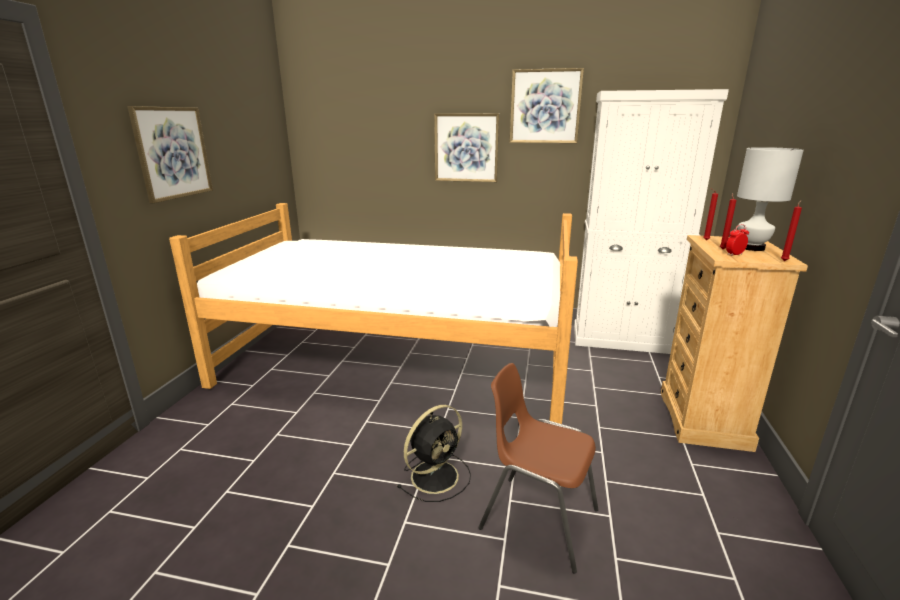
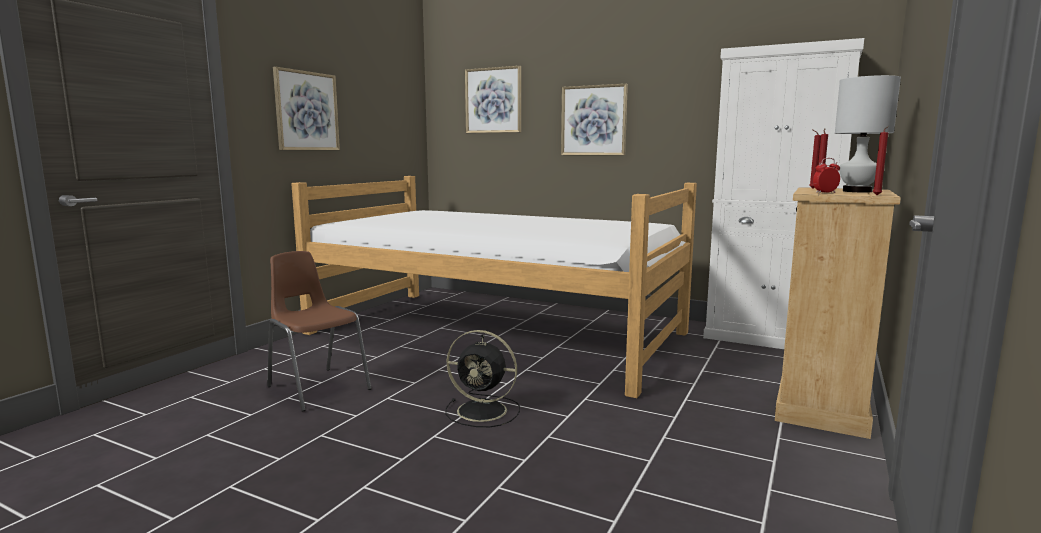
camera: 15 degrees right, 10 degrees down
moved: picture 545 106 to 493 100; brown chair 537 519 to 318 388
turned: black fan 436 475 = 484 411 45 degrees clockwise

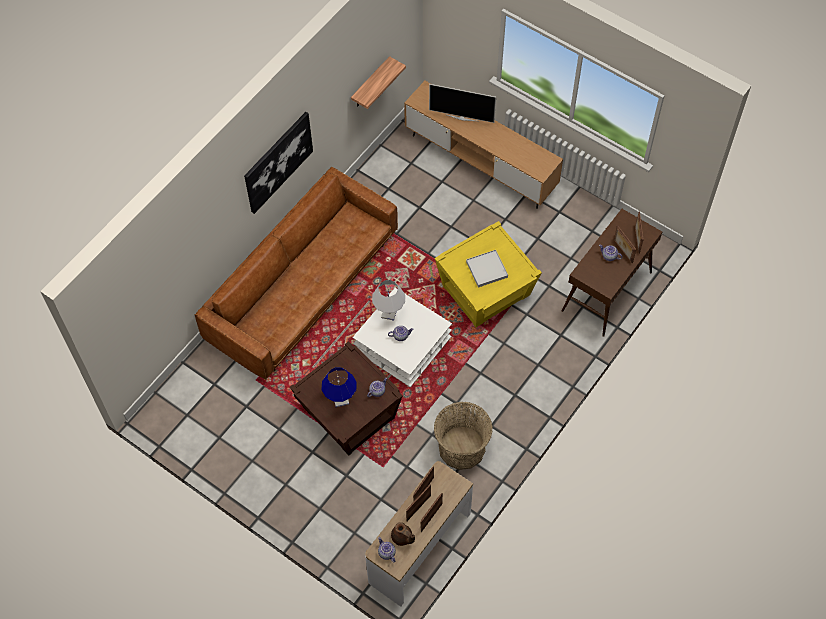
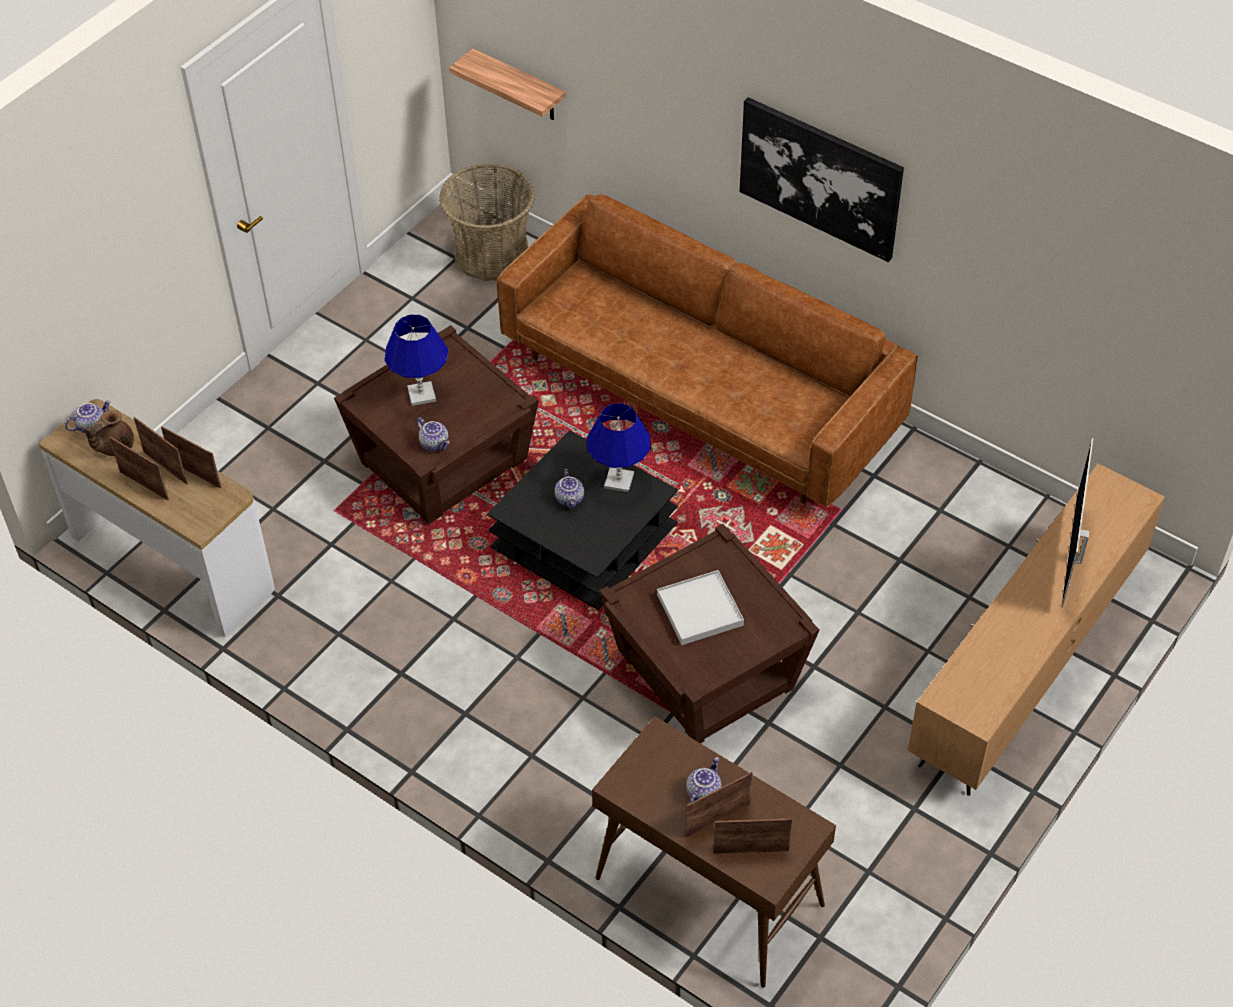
camera: 90 degrees right, 10 degrees down
moved: shelf 370 83 to 519 86; basket 462 448 to 491 254
recoloured: yellow side table 485 290 to brown side table 706 669; white table lamp 389 313 to blue table lamp 619 481; white coffee table 402 344 to black coffee table 584 536

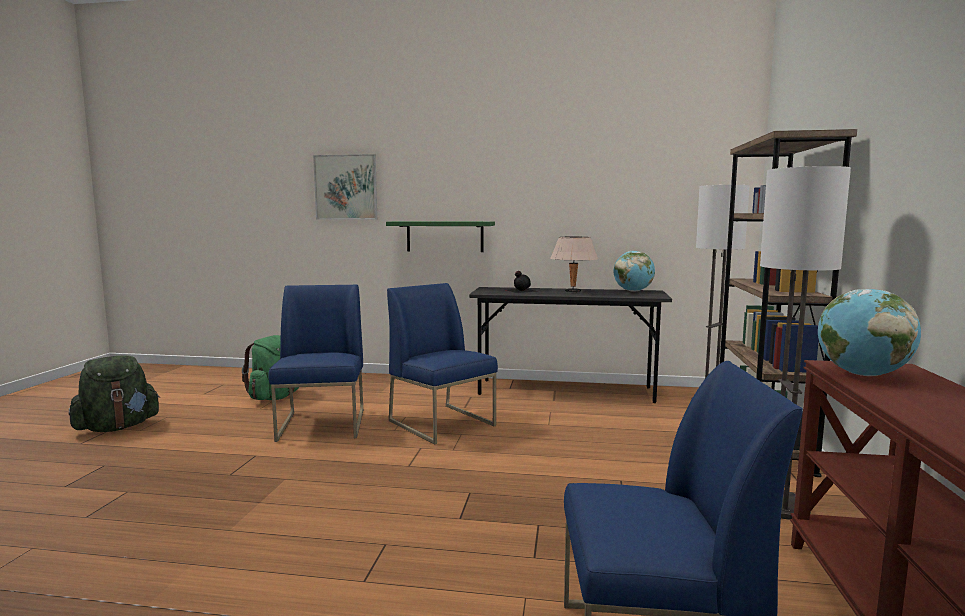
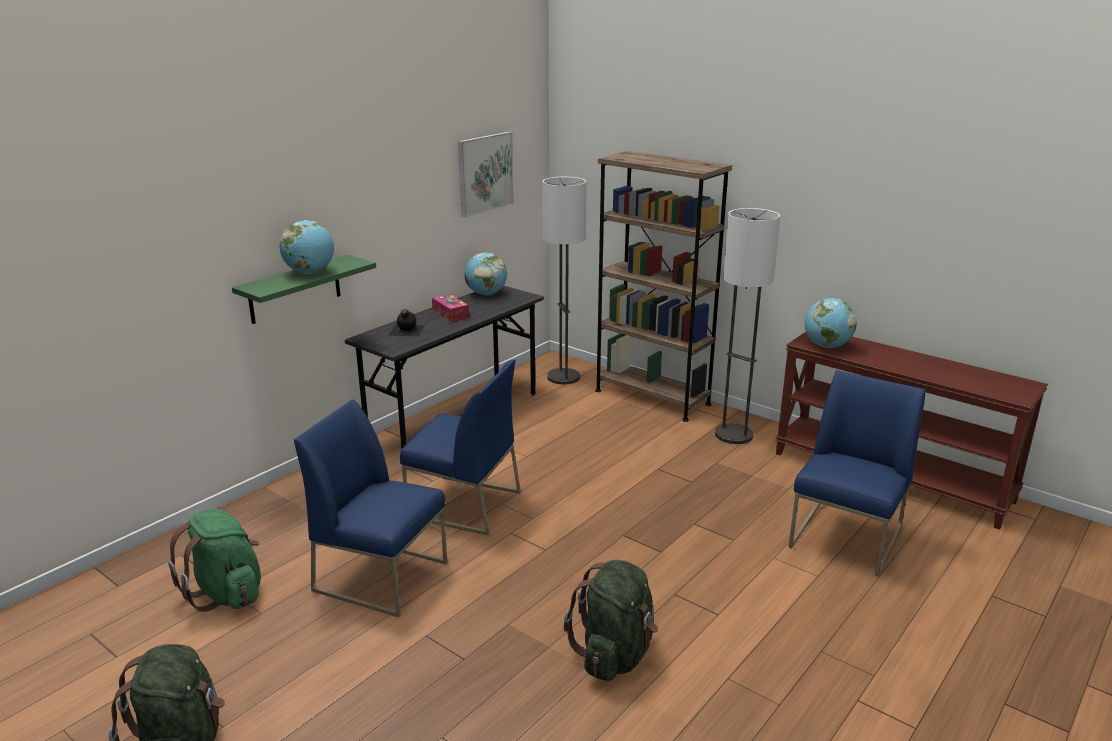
camera: 60 degrees left, 15 degrees up
added: globe 310 273; green backpack 615 655
moved: picture 346 187 to 485 173
replaced: beige table lamp 573 291 to tissue box 450 313
turned: blue chair 443 423 = 463 505 150 degrees counterclockwise

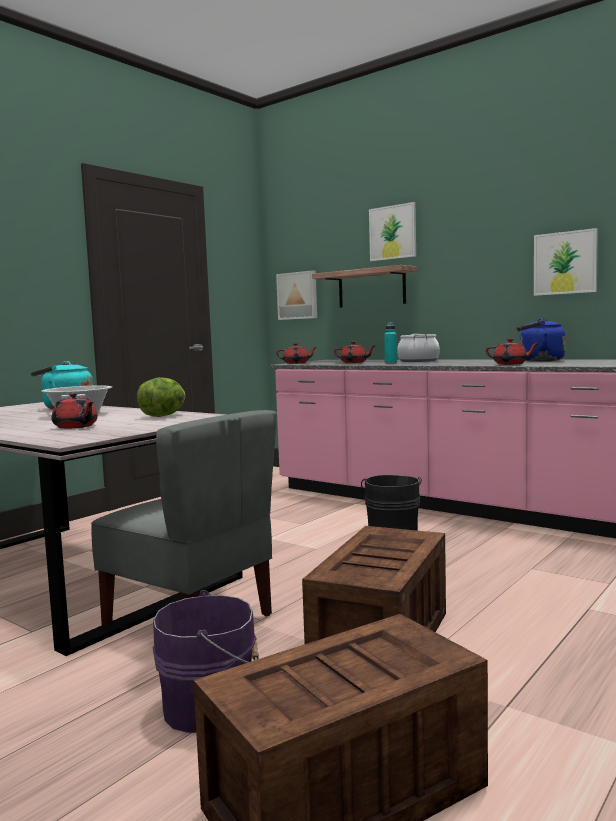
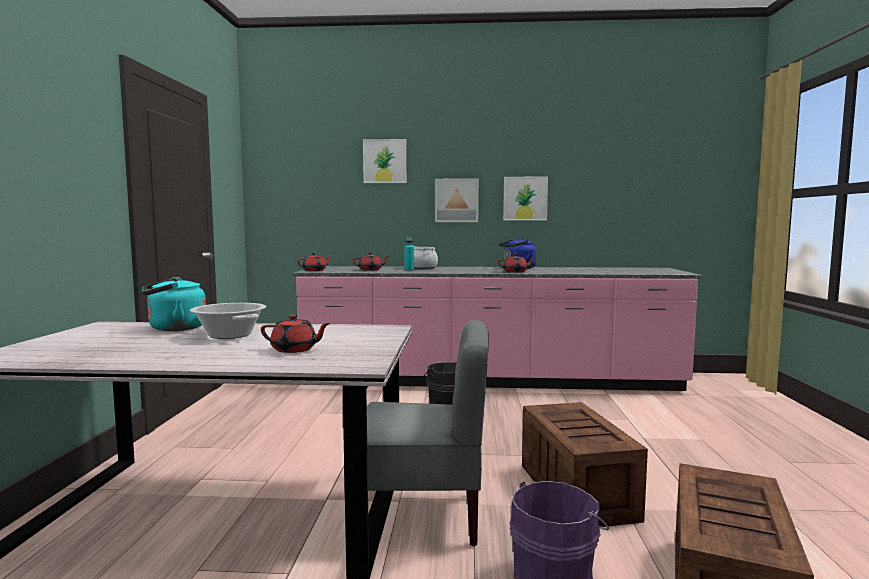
camera: 35 degrees left, 0 degrees up
removed: shelf 371 288; lettuce 163 416
moved: picture 298 295 to 456 200

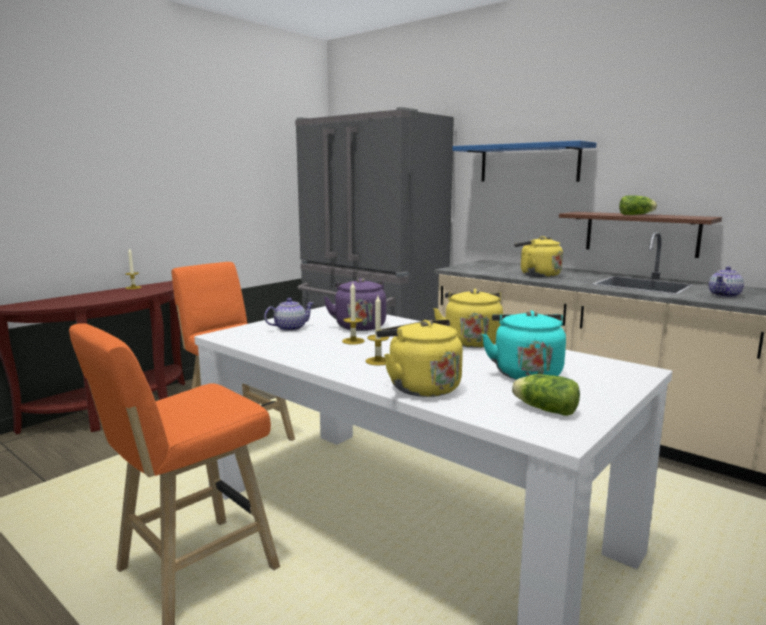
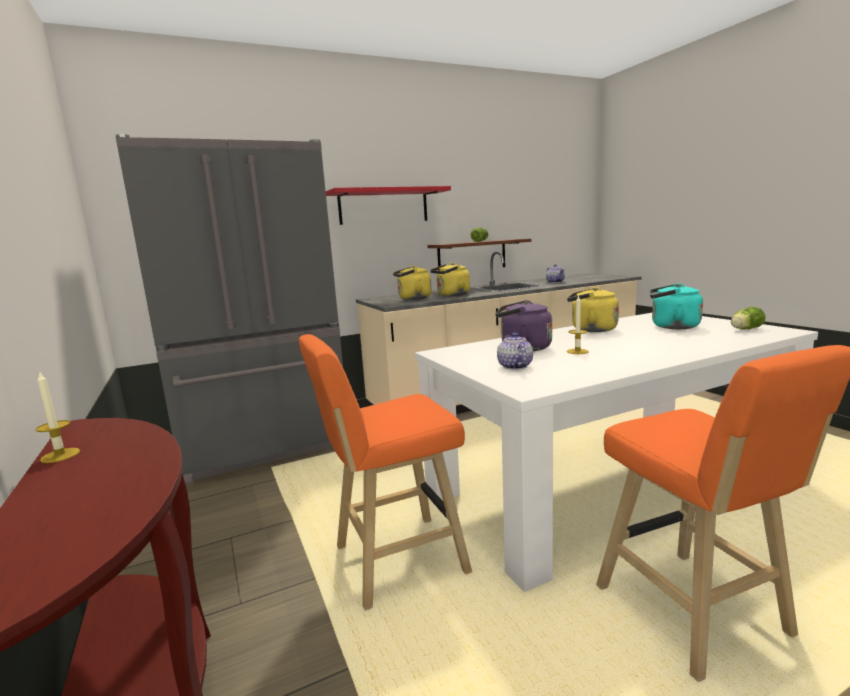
camera: 65 degrees left, 0 degrees up
removed: candle 378 361
moved: yellow kettle 420 387 to 412 298
recoloured: blue shelf 529 163 to red shelf 383 206

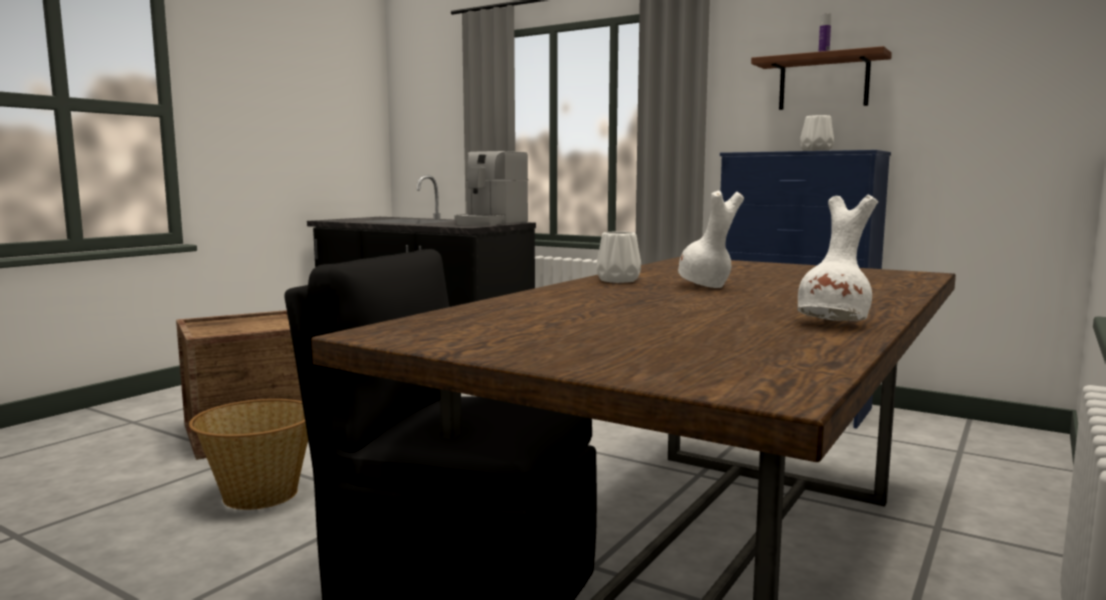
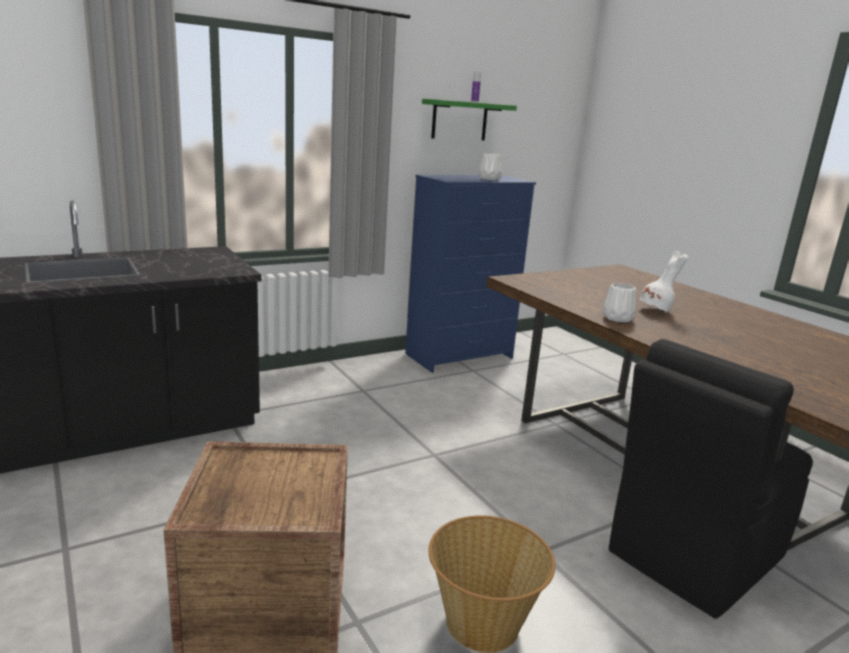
camera: 65 degrees left, 10 degrees up
removed: coffee machine 489 223; white vase 835 324
recoloured: brown shelf 823 82 to green shelf 459 120

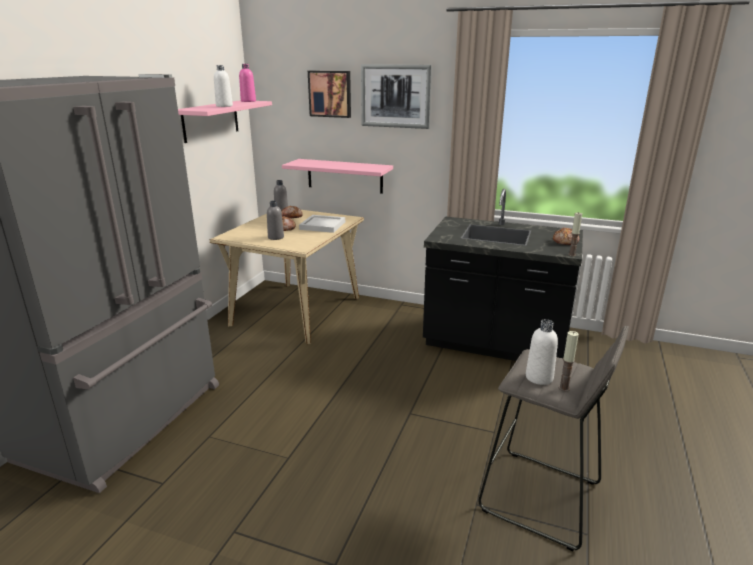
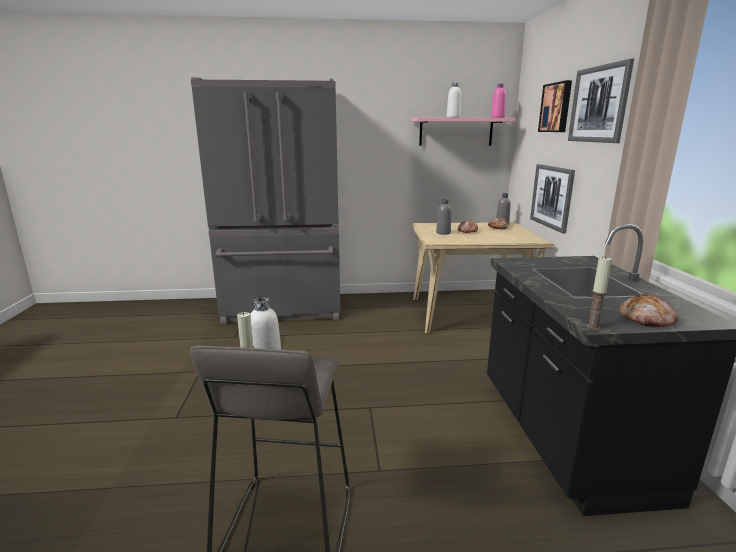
camera: 65 degrees right, 5 degrees down
removed: white tray 322 225
replaced: pink shelf 344 176 to picture 552 196

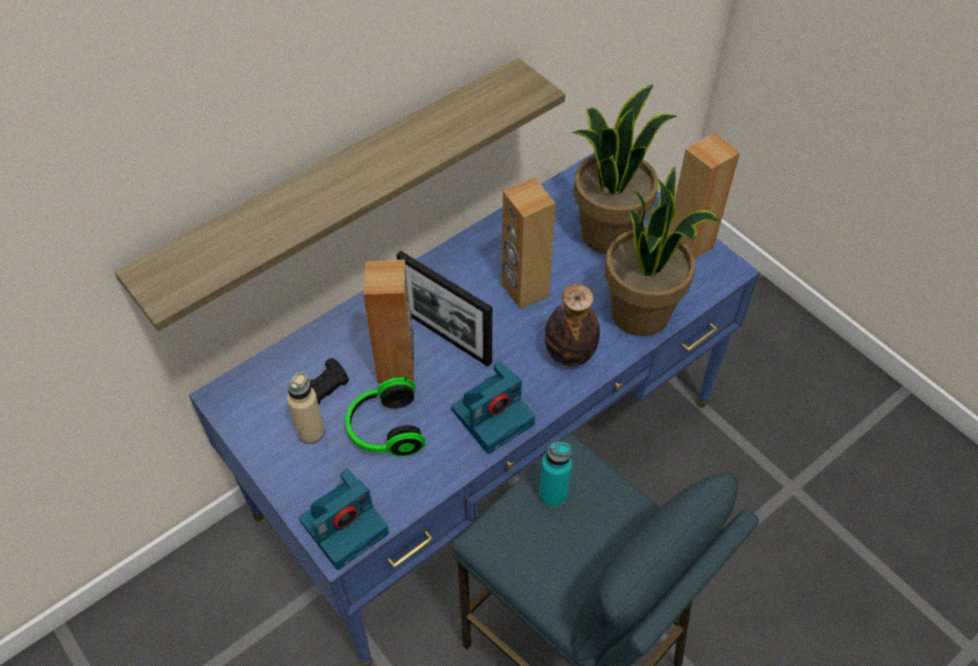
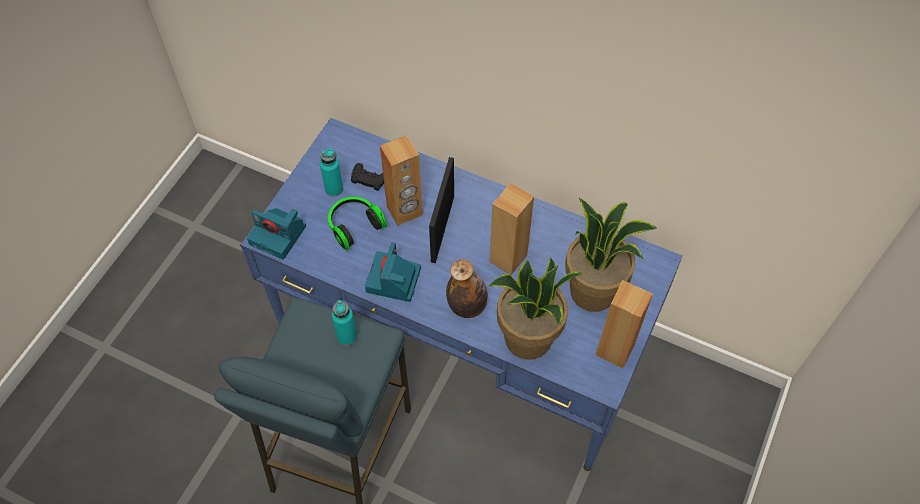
camera: 65 degrees right, 5 degrees up
removed: shelf 339 187
recoloured: beige bottle 311 432 to turquoise bottle 334 189
turned: photo camera 493 415 = 393 281 75 degrees clockwise

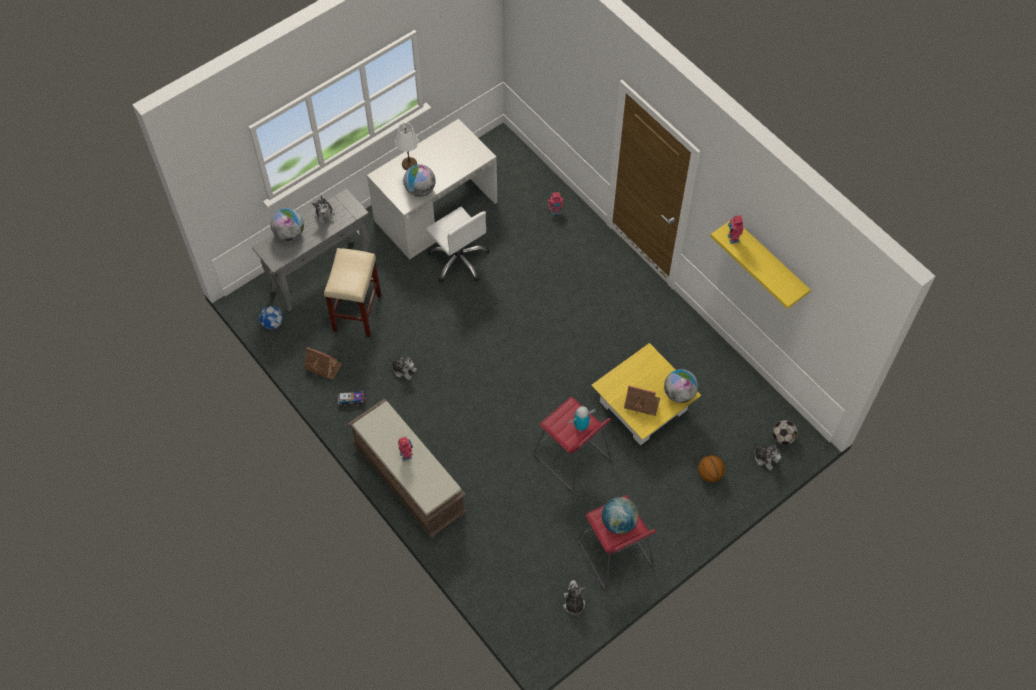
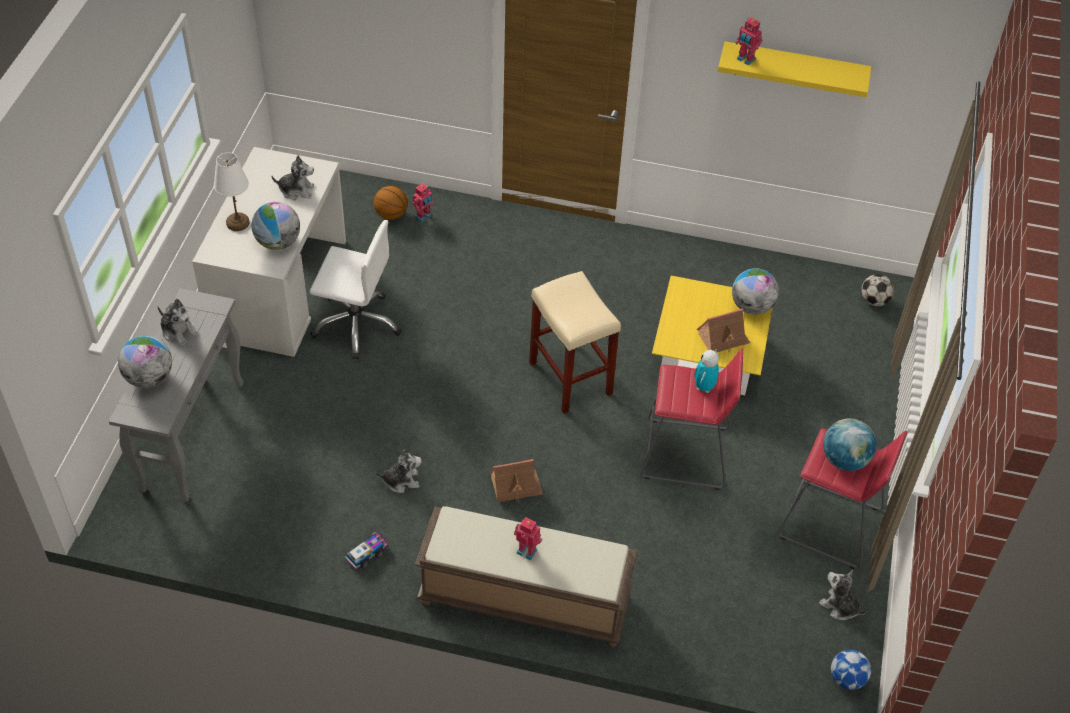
camera: 40 degrees left, 10 degrees down
moved: beige stool 357 314 to 571 379; football 272 323 to 847 678; toy house 323 366 to 515 486; plush toy 765 458 to 296 190; basketball 709 474 to 391 215

